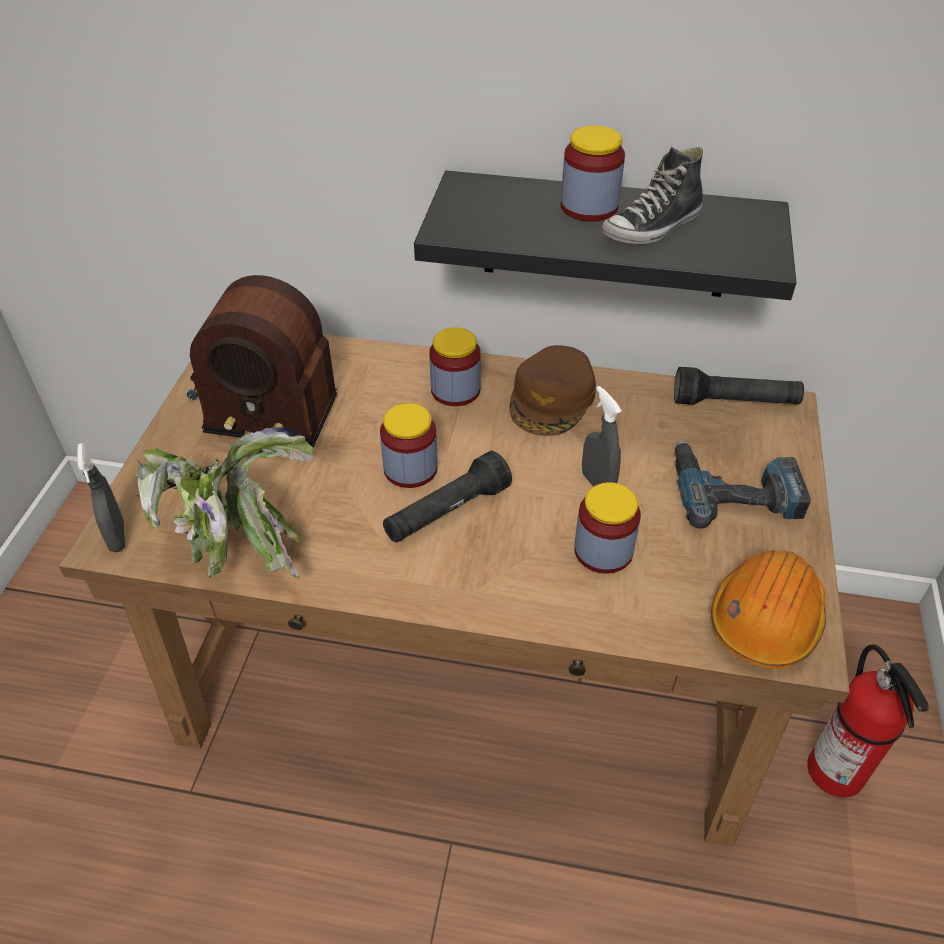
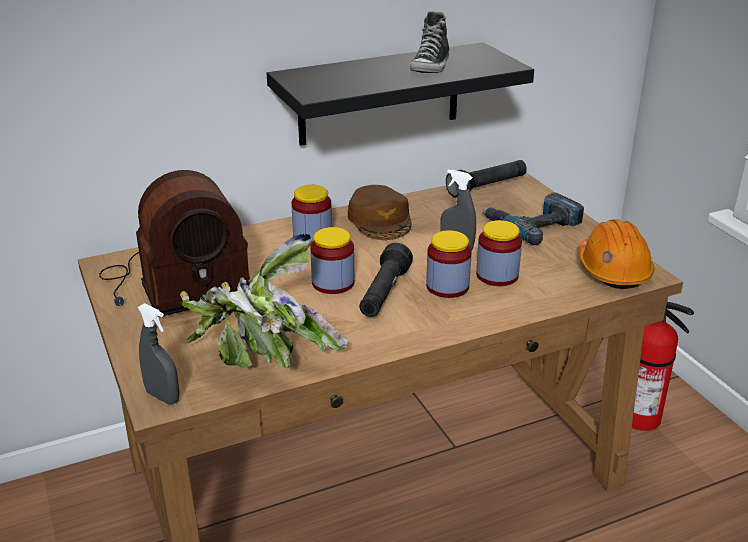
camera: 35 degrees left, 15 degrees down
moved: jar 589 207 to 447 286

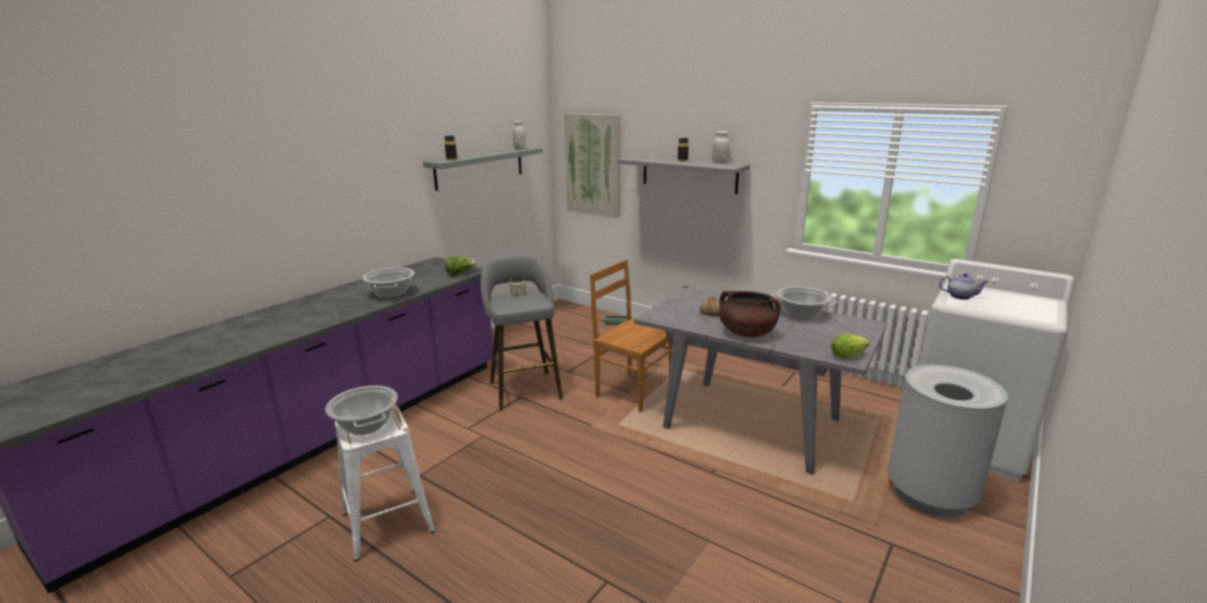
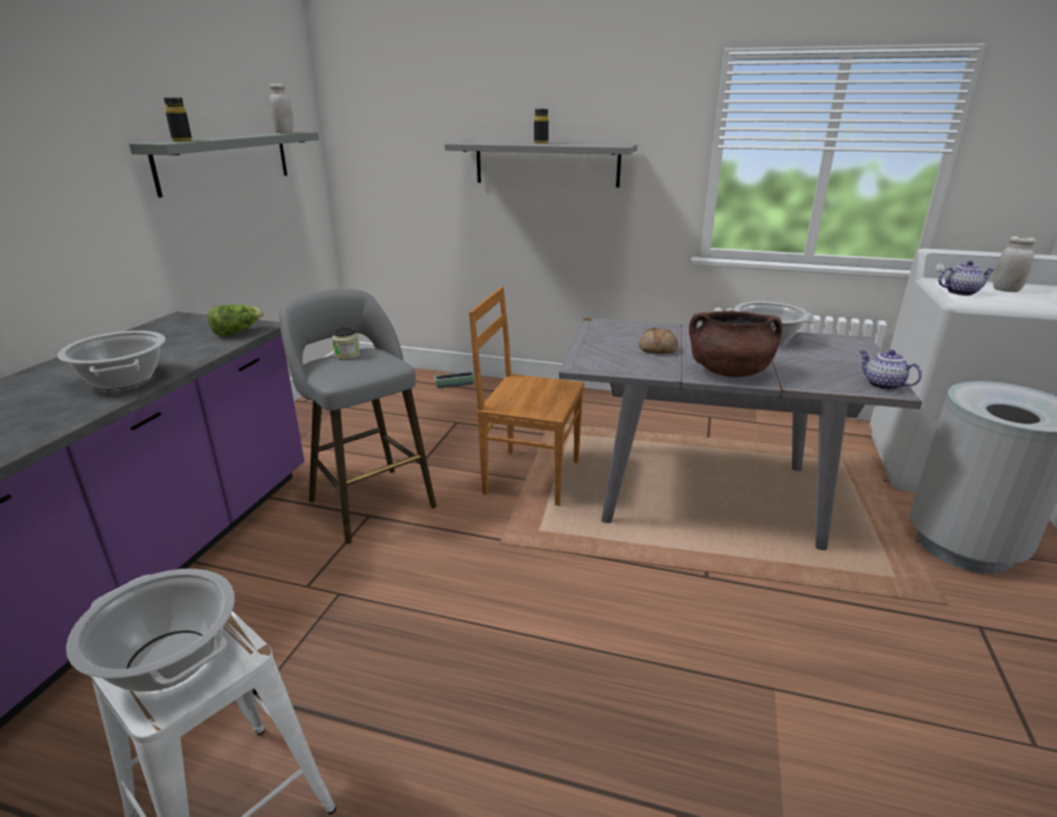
camera: 20 degrees left, 5 degrees up
removed: picture 593 165
moved: white jar 719 163 to 1006 290
replaced: lettuce 849 356 to teapot 882 385

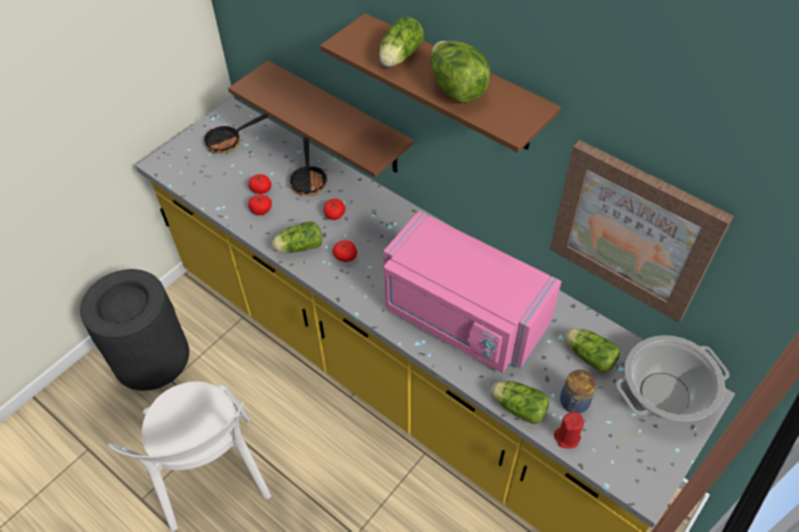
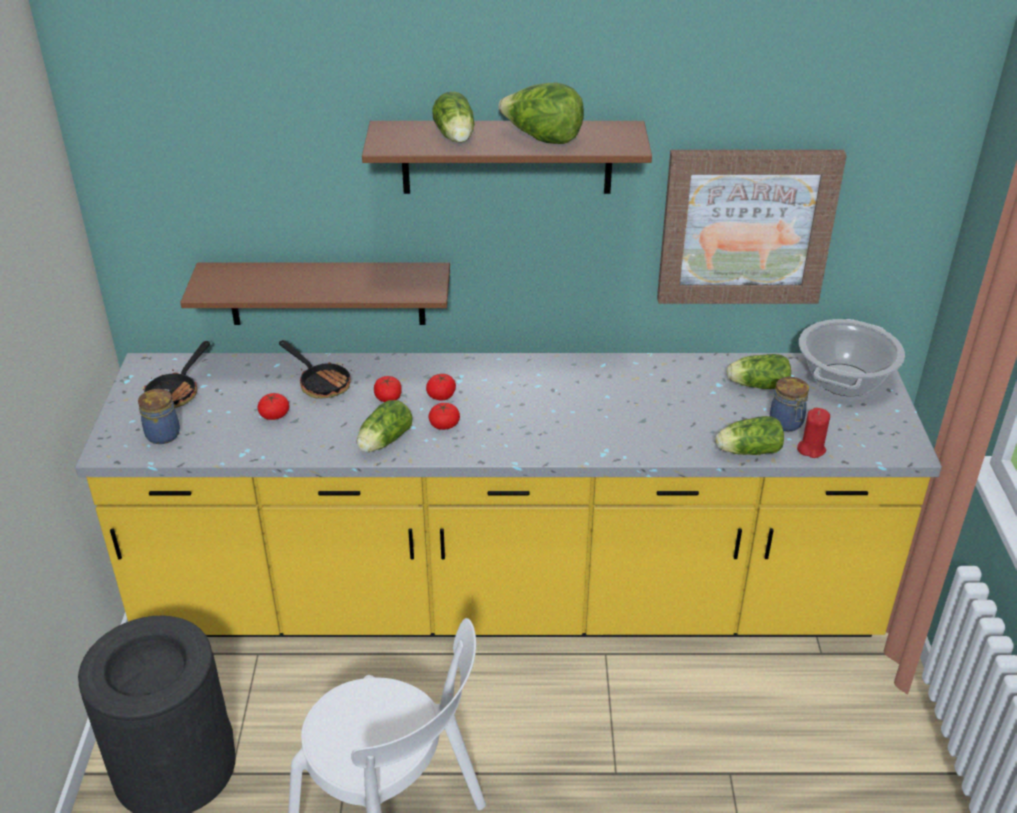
camera: 40 degrees left, 15 degrees down
removed: pink microwave 461 318
added: jar 164 434
moved: tomato 261 210 to 441 395

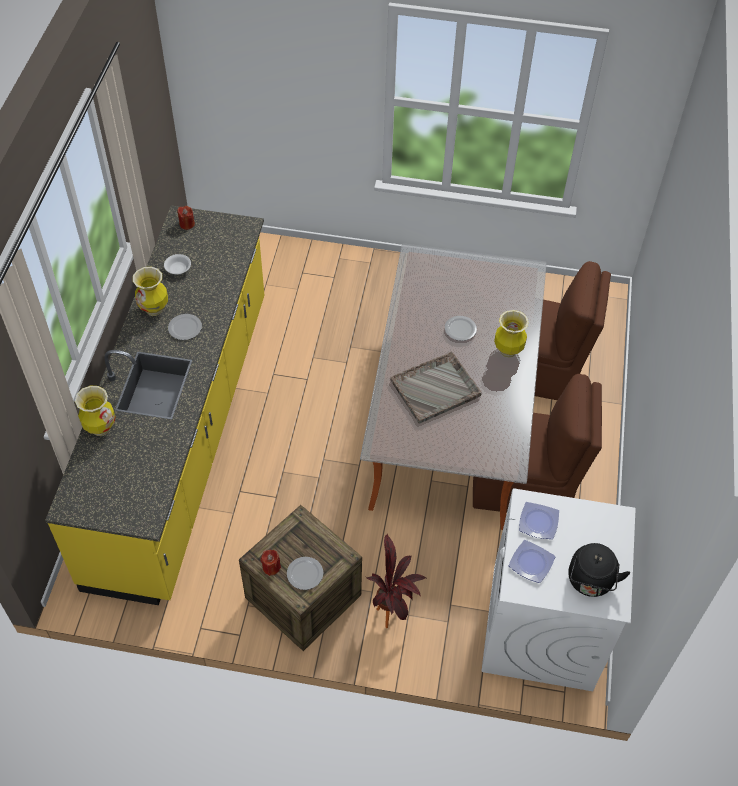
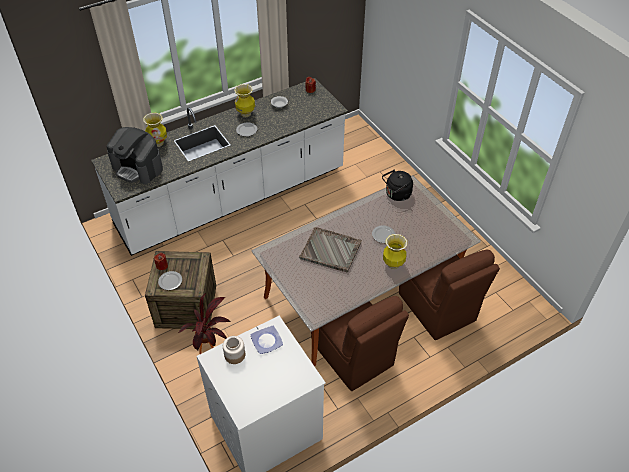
camera: 50 degrees right, 5 degrees down
added: coffee machine 138 168
moved: black kettle 590 582 to 396 195
replaced: plate 531 564 to jar 234 355
recoloured: yellow counter 183 435 to white counter 232 198

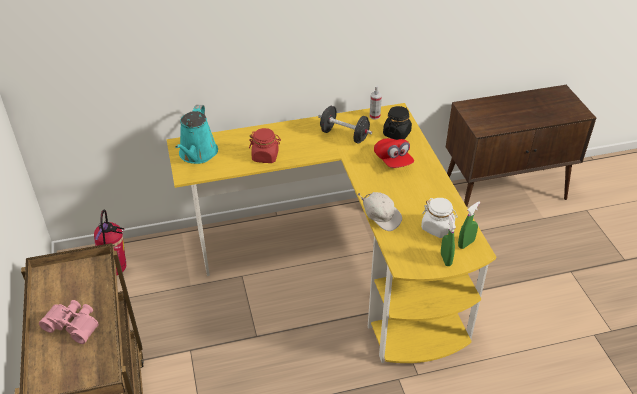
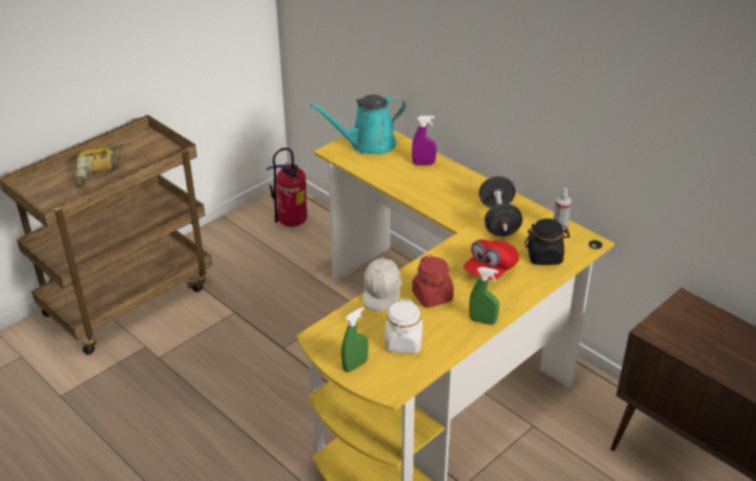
camera: 60 degrees right, 5 degrees down
added: purple spray bottle 423 163
moved: red jar 265 156 to 432 296; green spray bottle 466 244 to 482 321
replaced: pink binoculars 74 324 to power drill 100 172

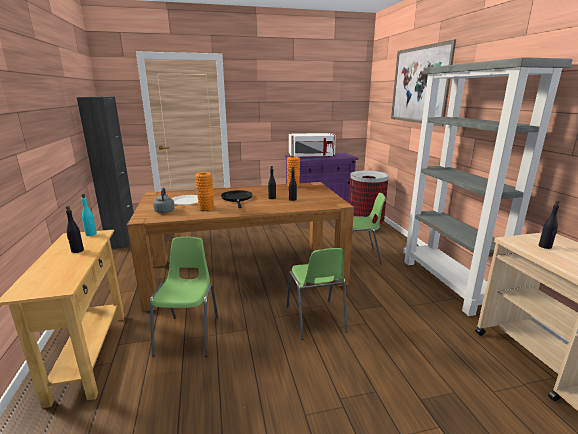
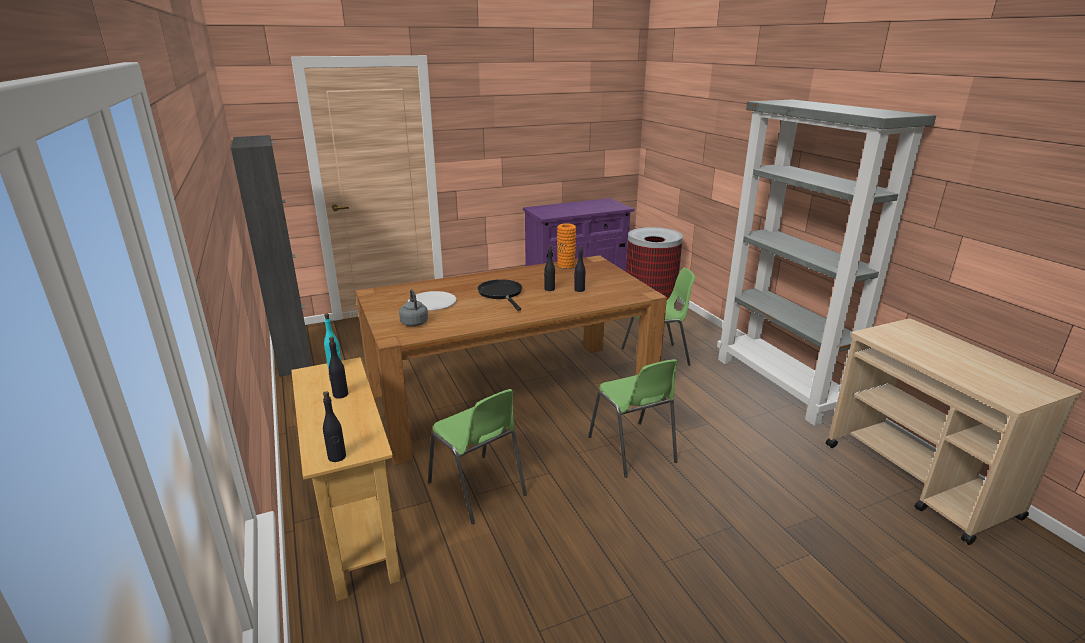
camera: 10 degrees left, 5 degrees up
removed: picture 419 85; white microwave 311 157; orange vase 206 208
moved: black bottle 545 246 to 337 457
turned: green chair 189 335 = 478 489 150 degrees clockwise

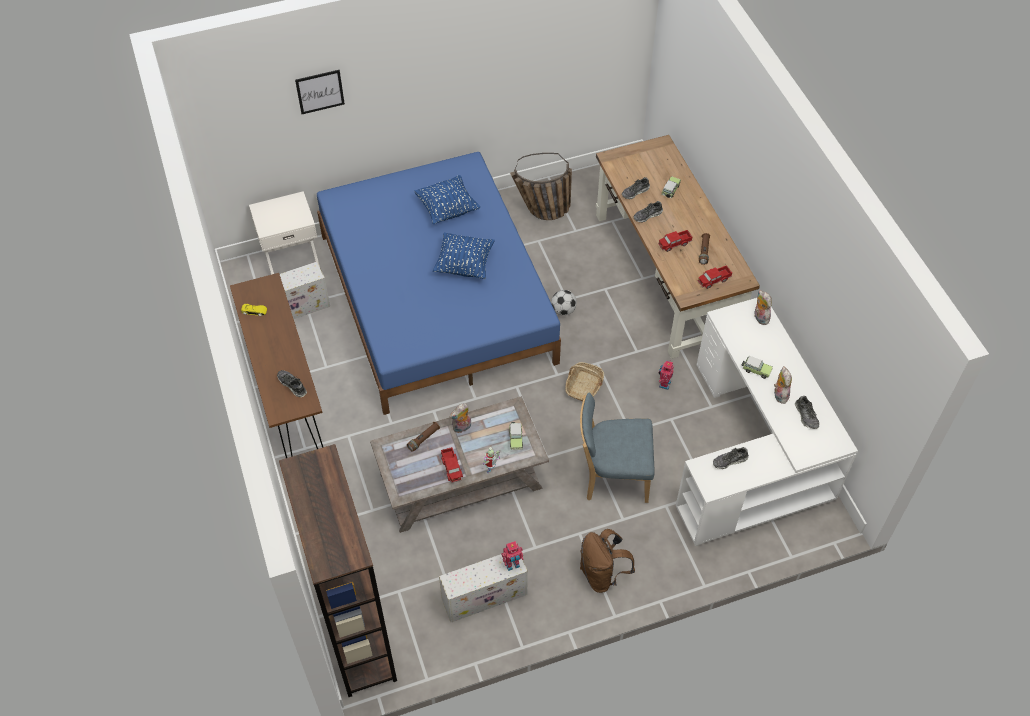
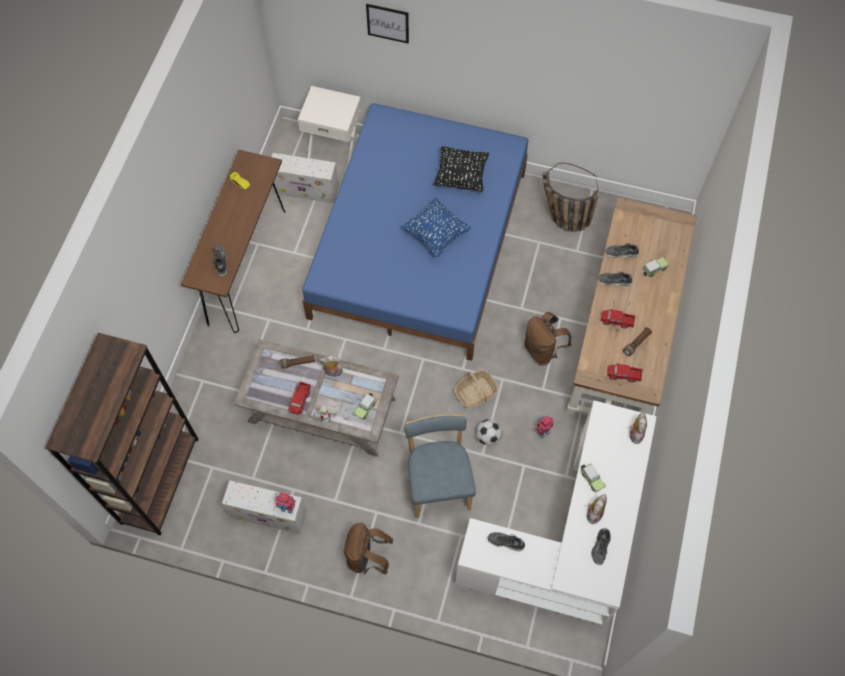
camera: 35 degrees right, 10 degrees up
added: brown backpack 542 350
moved: football 563 310 to 488 437
recoloured: blue pillow 447 209 to black pillow 461 176
turned: blue chair 612 476 = 438 482 45 degrees clockwise

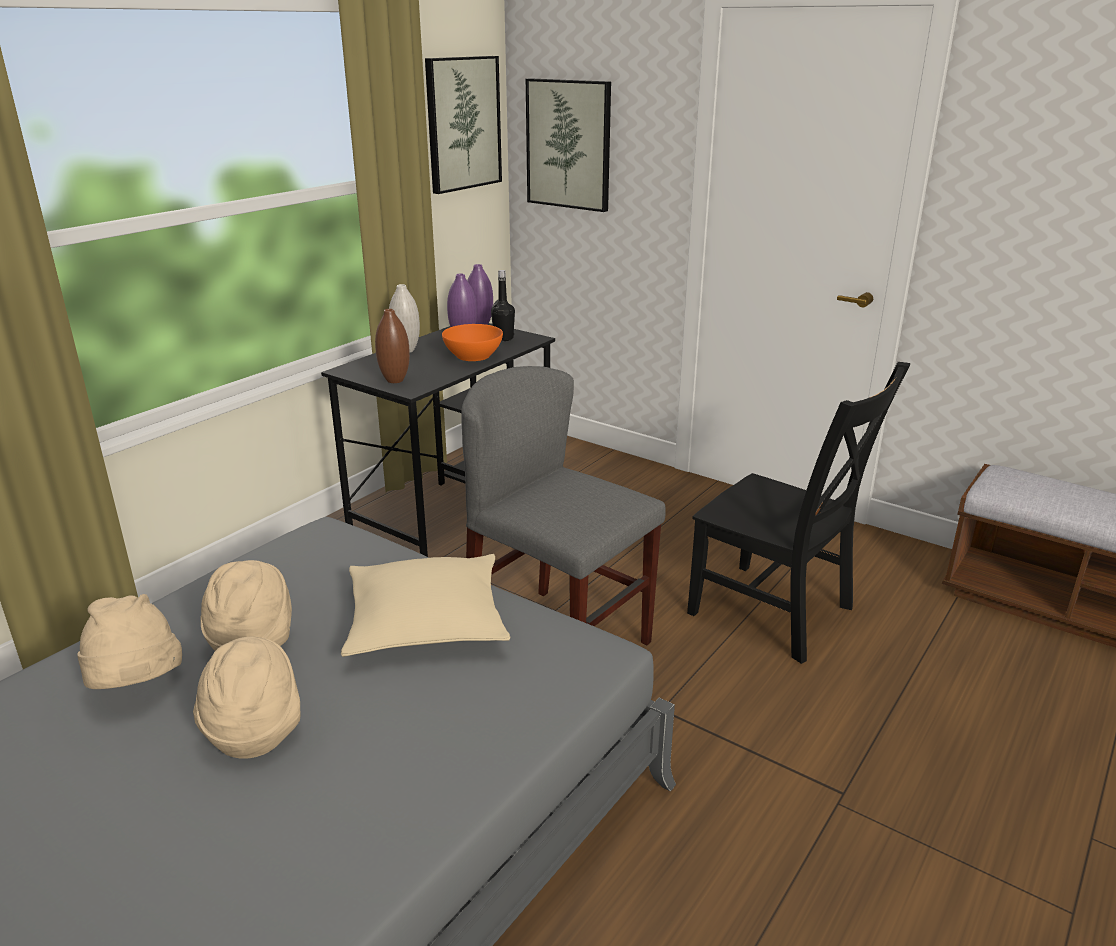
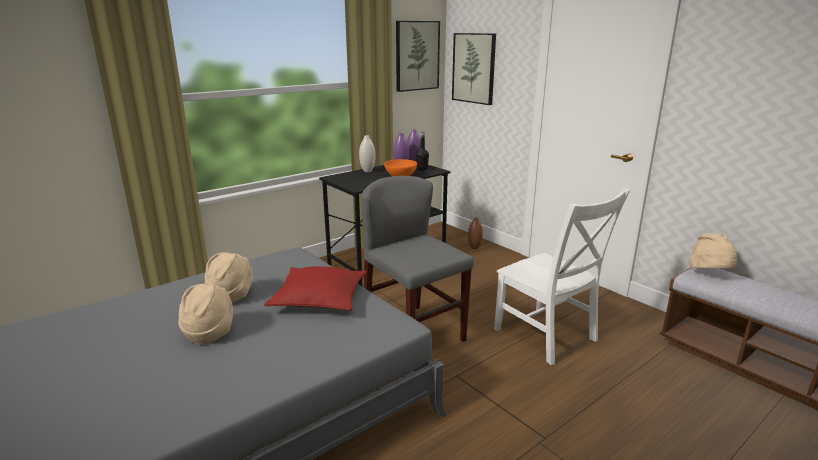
camera: 15 degrees right, 5 degrees down
moved: brown vase 395 380 to 474 248; beige hat 136 687 to 710 274
recoloured: black chair 776 613 to white chair 547 337; beige pillow 426 621 to red pillow 319 298

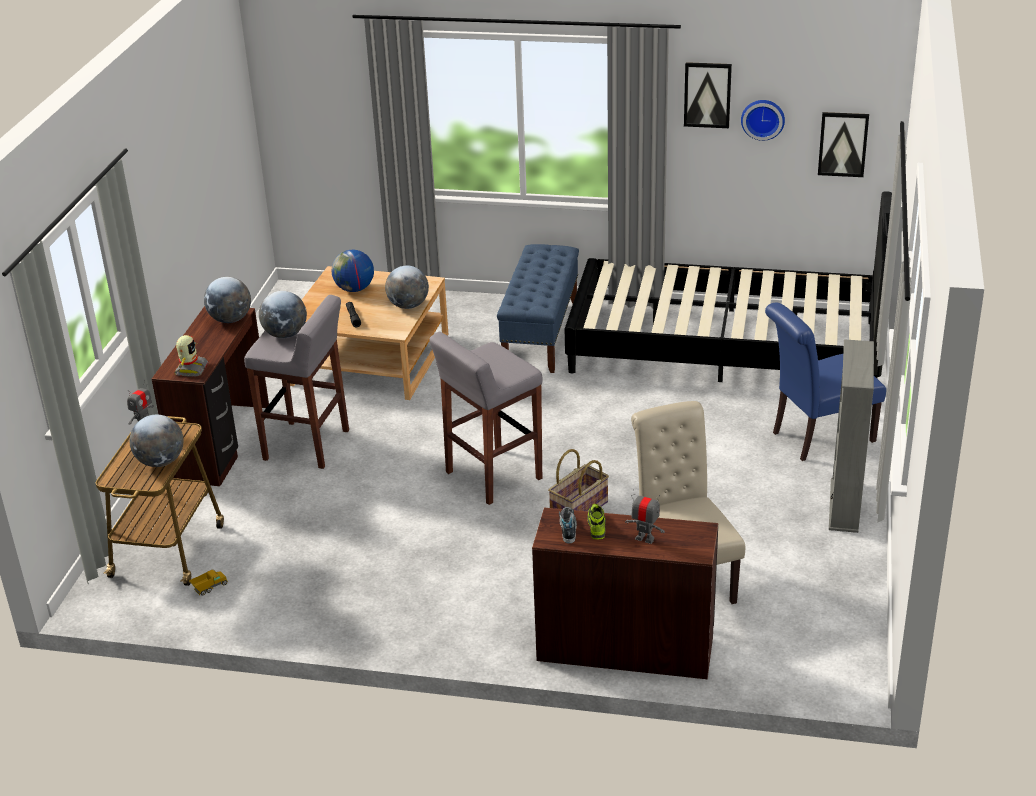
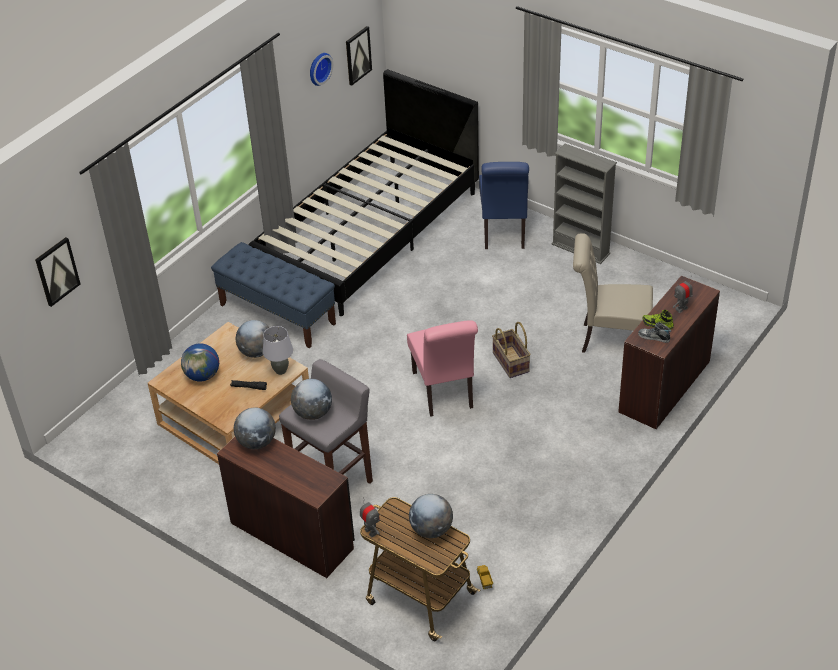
camera: 65 degrees left, 10 degrees up
removed: toy robot 190 369
added: grey table lamp 280 371
moved: picture 707 94 to 57 271
replaced: grey stool 492 476 to pink chair 444 393

